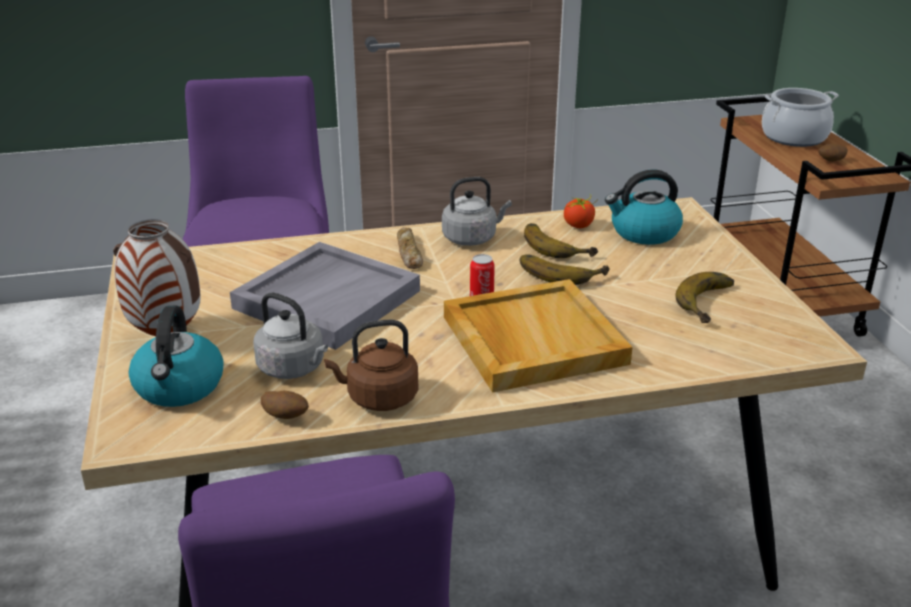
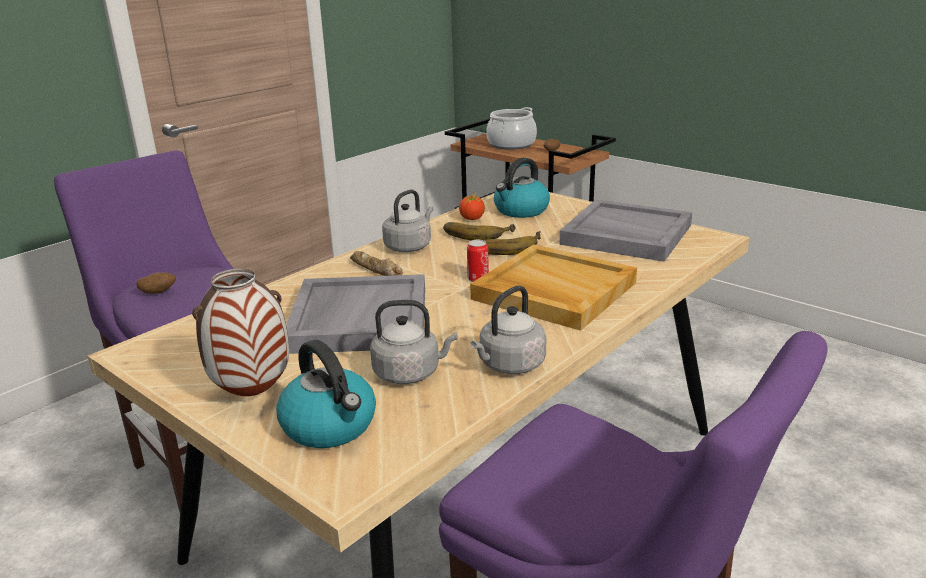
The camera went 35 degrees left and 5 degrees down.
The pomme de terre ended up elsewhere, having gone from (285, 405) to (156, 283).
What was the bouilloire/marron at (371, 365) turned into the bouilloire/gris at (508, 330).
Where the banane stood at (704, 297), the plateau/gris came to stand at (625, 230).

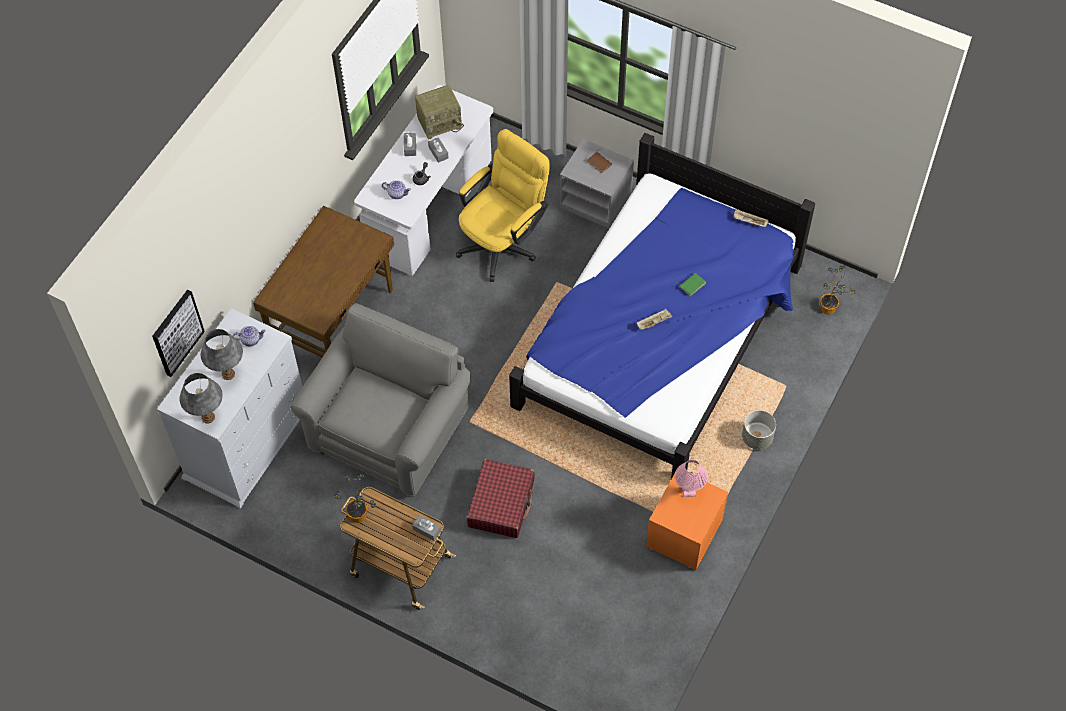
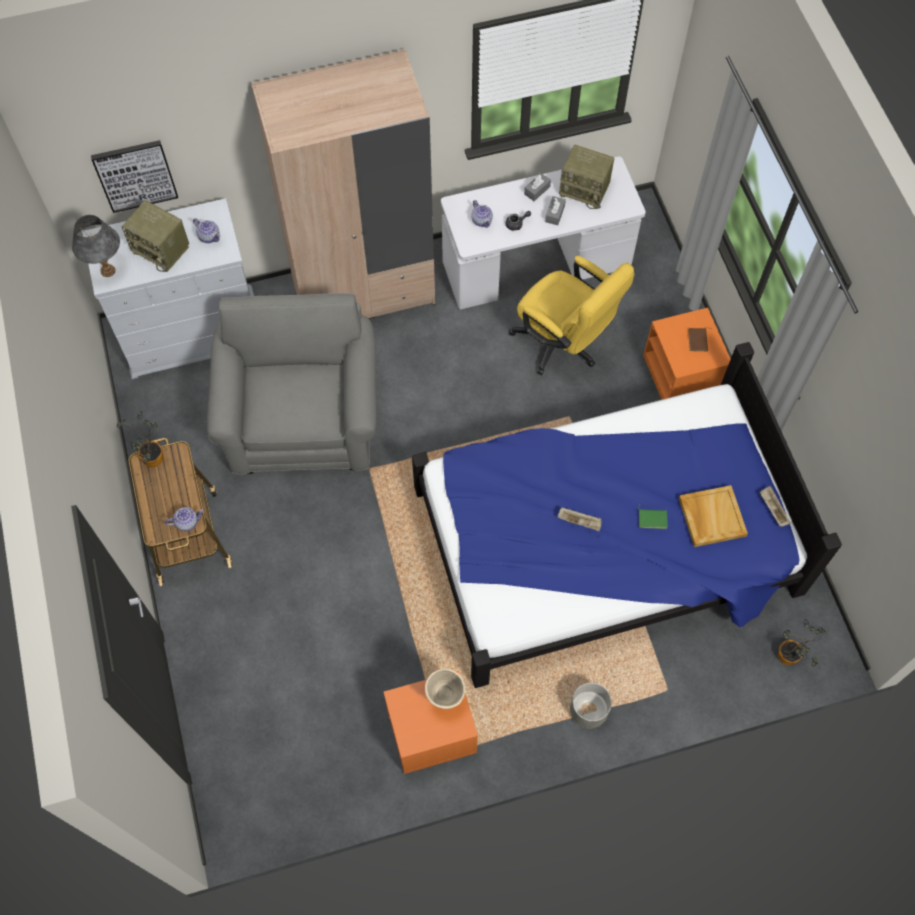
The camera went 45 degrees right and 5 degrees up.
Where the lampe de table/gris stood at (222, 354), the radio came to stand at (155, 236).
Where the boîte à mouchoirs/gris stood at (426, 528), the théière came to stand at (184, 519).
The fauteuil/gris at (381, 399) ended up facing another way, 75 degrees counterclockwise from before.
Where the bureau/marron stood at (323, 281), the armoire/beige came to stand at (343, 184).
Where the lampe de table/rose stood at (691, 478), the vase/beige came to stand at (445, 689).
The chaise de bureau/jaune at (503, 205) ended up facing another way, 45 degrees clockwise from before.
What was the table de chevet/gris at (597, 184) turned into the table de chevet/orange at (687, 354).
The second view gained the plateau/beige at (713, 516).
The second view lost the valise/rouge at (500, 498).

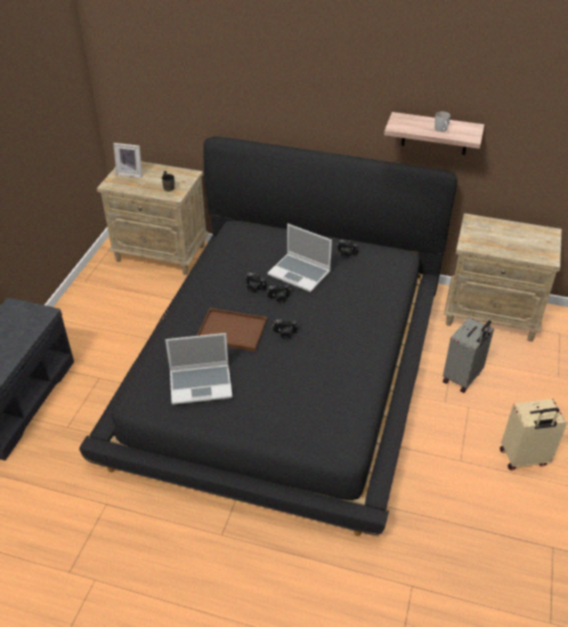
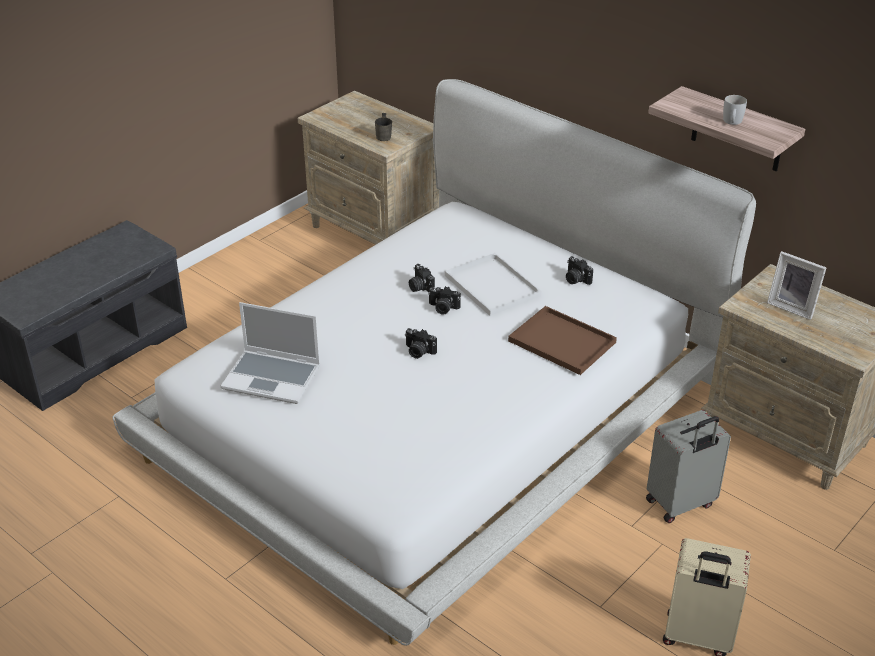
The camera went 25 degrees right and 5 degrees down.
What was the lit/noir at (268, 336) turned into the lit/blanc at (434, 362).
Where the ordinateur portable stood at (299, 258), the plateau/blanc came to stand at (493, 284).
The plateau/marron ended up elsewhere, having gone from (232, 330) to (562, 340).
The cadre photo ended up elsewhere, having gone from (127, 160) to (796, 285).

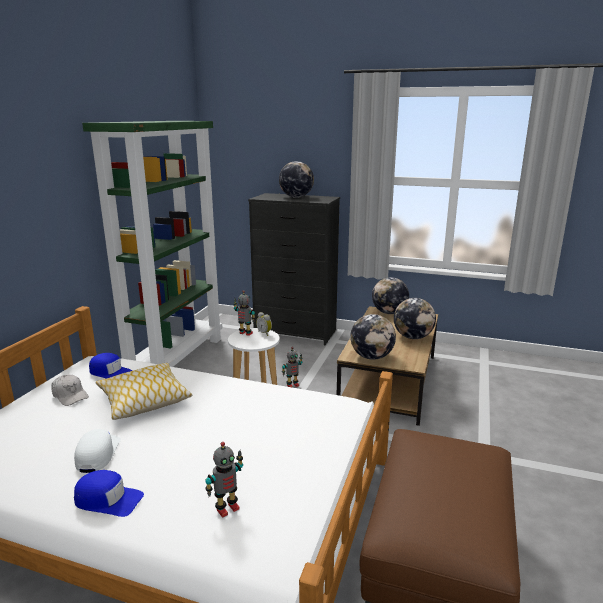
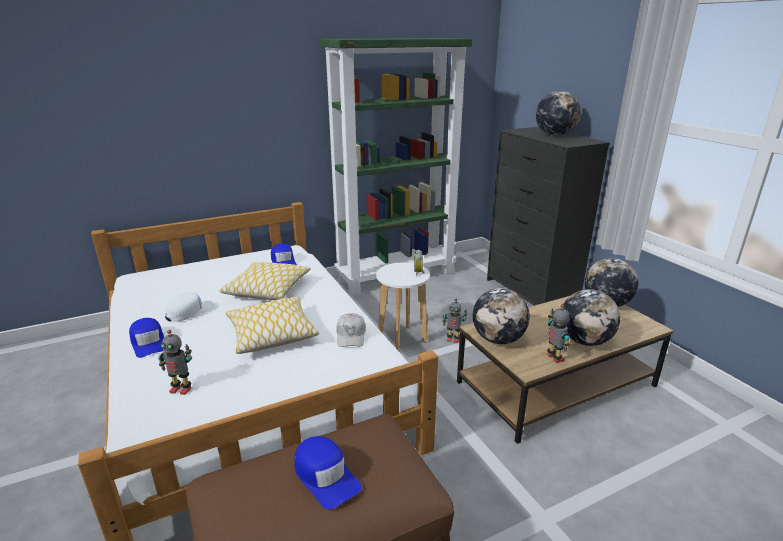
The camera went 45 degrees right and 5 degrees up.
The second view gained the coussin at (272, 325).
The second view gained the casquette/bleu at (328, 473).
The casquette/blanc ended up elsewhere, having gone from (70, 390) to (351, 330).
The robot jouet ended up elsewhere, having gone from (244, 313) to (559, 333).

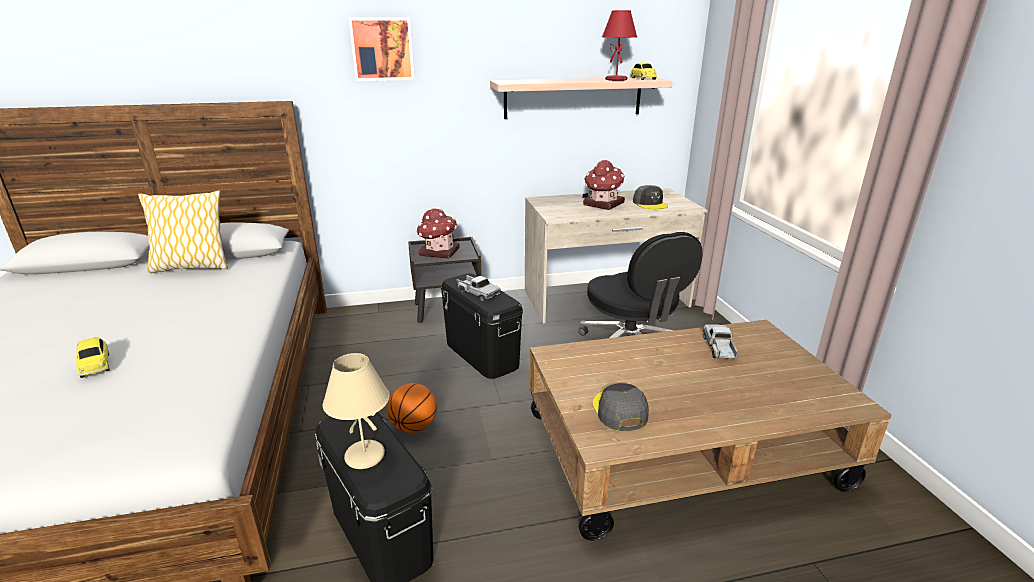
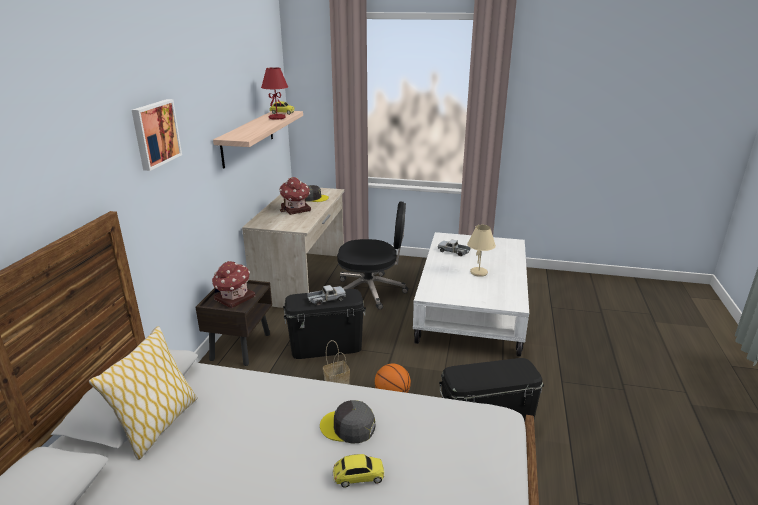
The camera went 65 degrees left and 0 degrees up.
The casquette/gris ended up elsewhere, having gone from (621, 407) to (347, 422).
The second view gained the panier at (336, 362).
What was the table basse/marron at (710, 430) turned into the table basse/blanc at (471, 294).
The lampe de table/beige ended up elsewhere, having gone from (356, 411) to (481, 251).

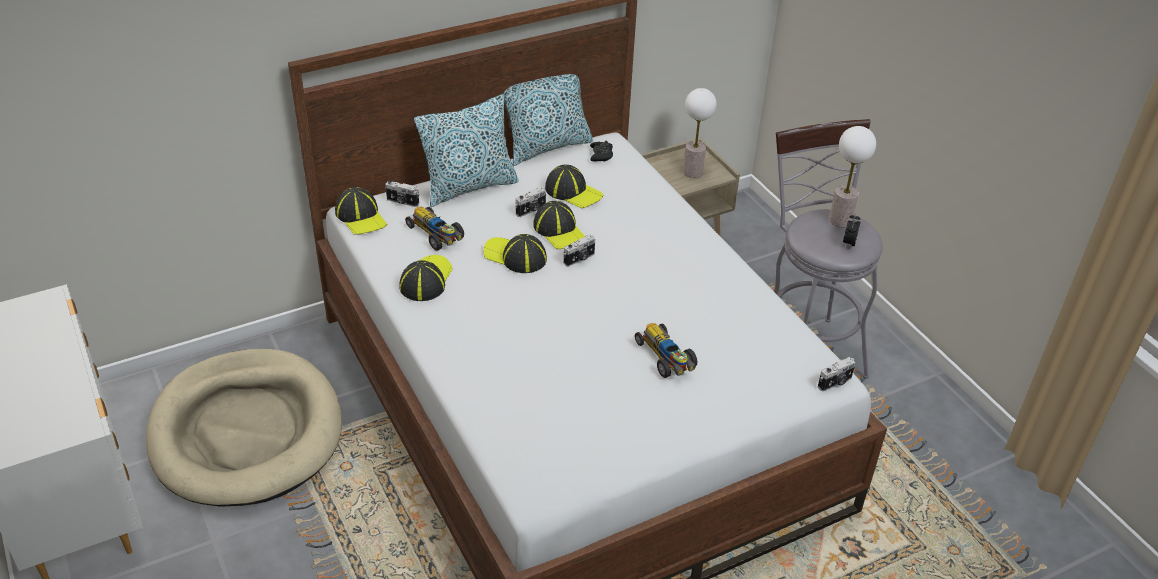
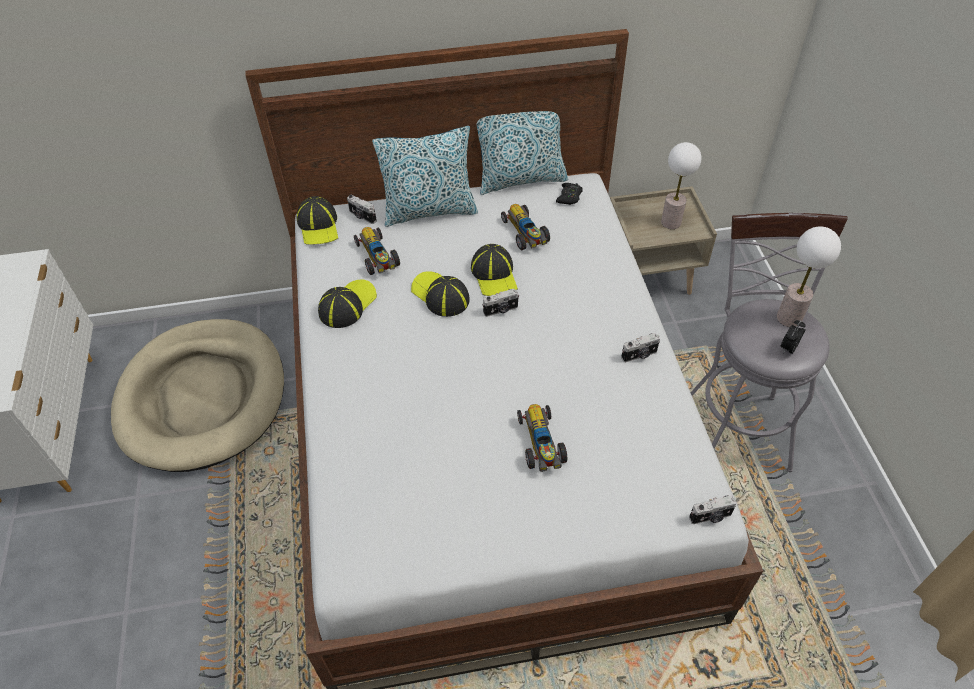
The camera went 20 degrees right and 10 degrees up.
Where the casquette stood at (574, 186), the petite voiture came to stand at (525, 227).
The appareil photo ended up elsewhere, having gone from (531, 202) to (640, 347).

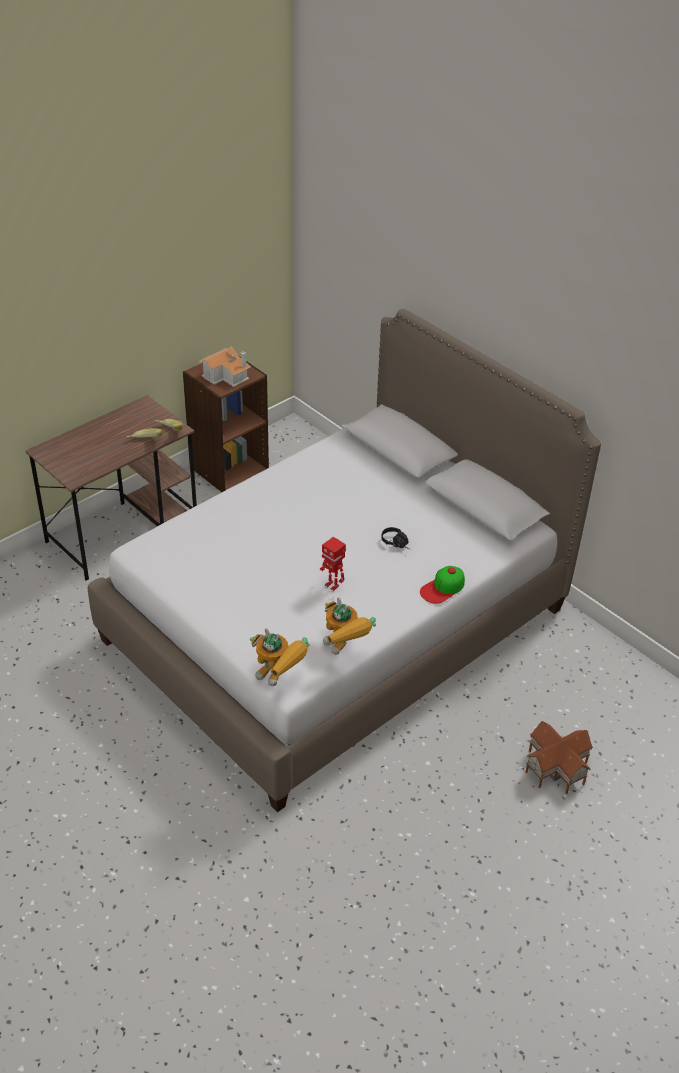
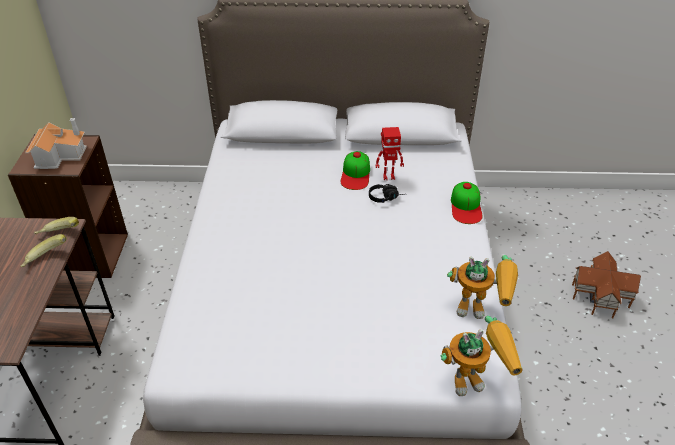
The camera went 45 degrees left and 0 degrees up.
The second view gained the casquette at (355, 170).
The robot jouet ended up elsewhere, having gone from (333, 564) to (390, 153).

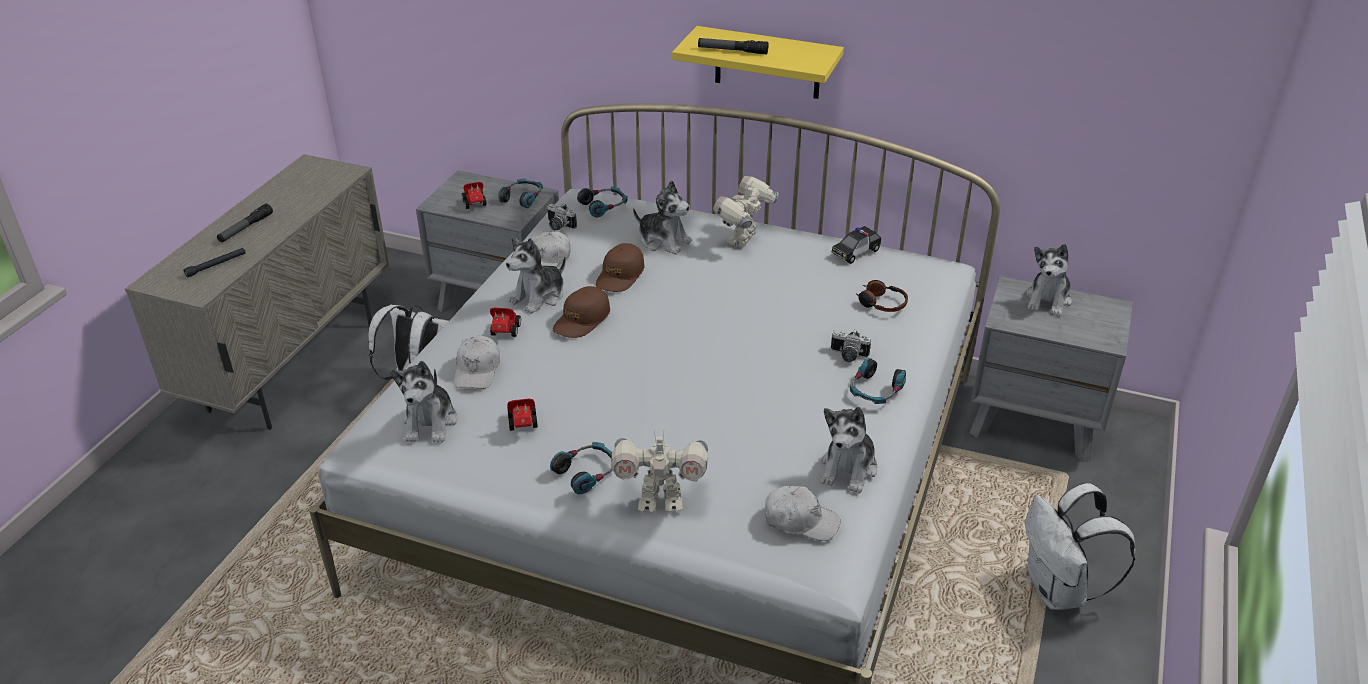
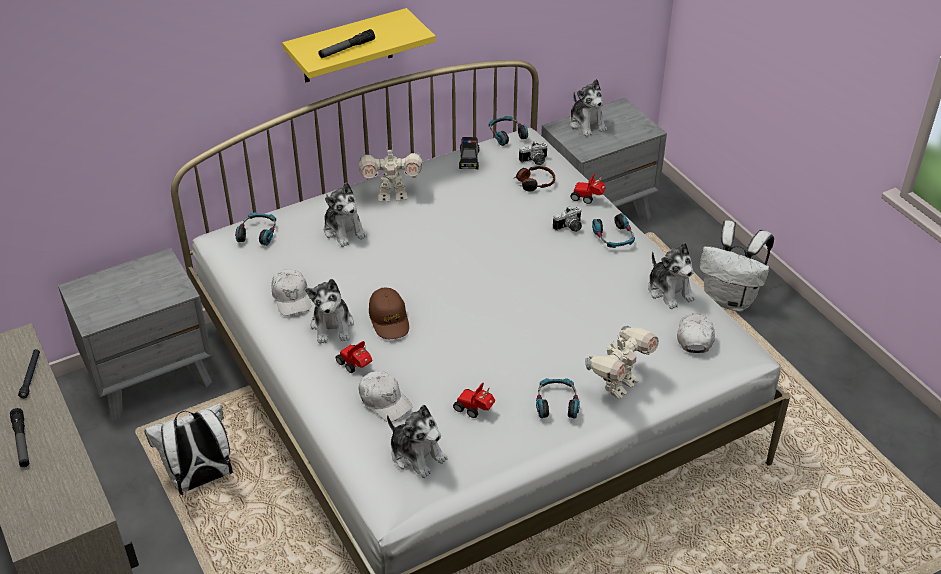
The camera went 50 degrees left and 5 degrees up.
The lampe de poche/noir ended up elsewhere, having gone from (214, 262) to (29, 373).
The peluche at (662, 217) ended up facing another way, 75 degrees clockwise from before.
The robot jouet at (746, 211) ended up facing another way, 75 degrees counterclockwise from before.
The casque audio ended up elsewhere, having gone from (520, 193) to (508, 131).
The appareil photo ended up elsewhere, having gone from (562, 217) to (533, 153).
The petite voiture ended up elsewhere, having gone from (474, 195) to (588, 188).
The casquette/blanc at (803, 513) ended up facing another way, 45 degrees counterclockwise from before.
The second view lost the casquette/marron at (620, 267).

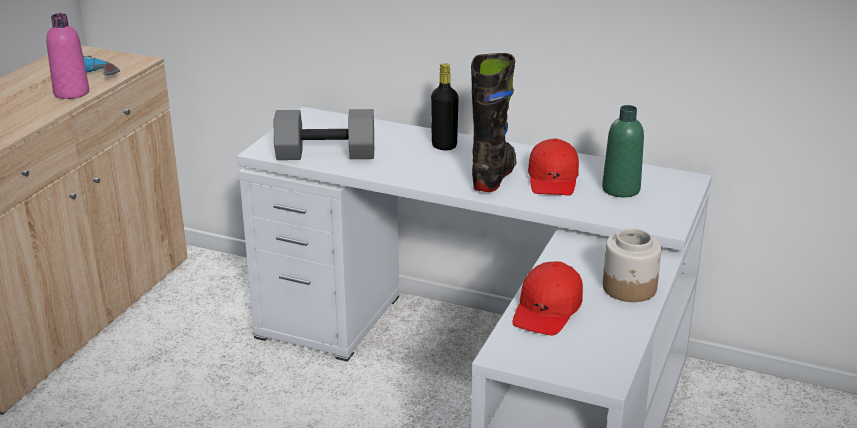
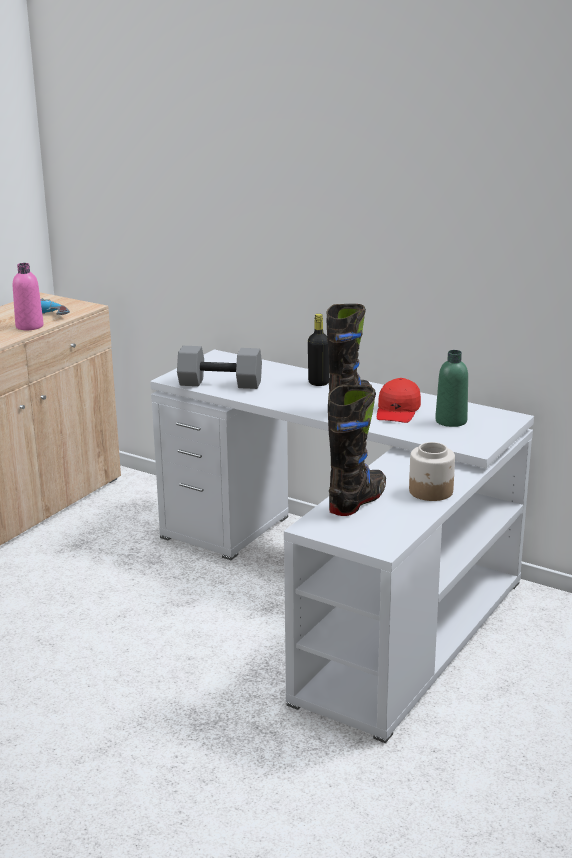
The camera went 10 degrees right and 5 degrees down.
Where the casquette/rouge stood at (547, 298), the botte/noir came to stand at (357, 450).

